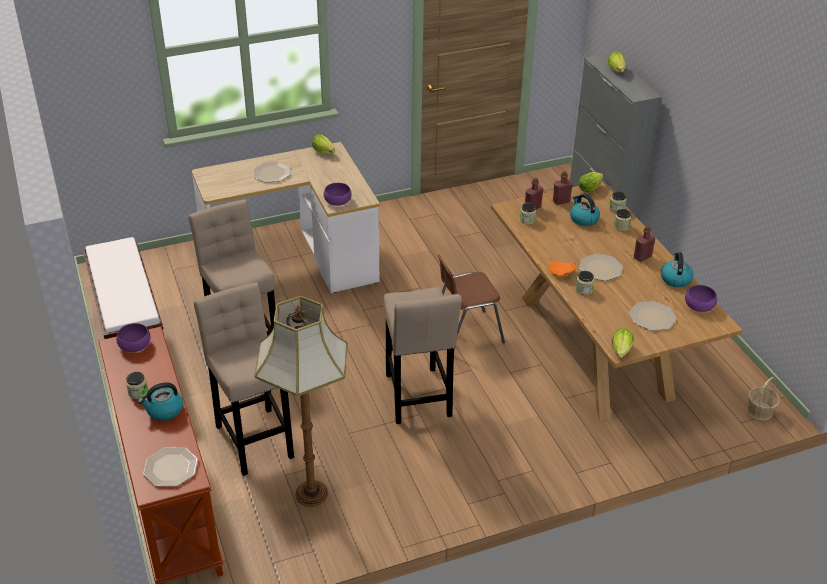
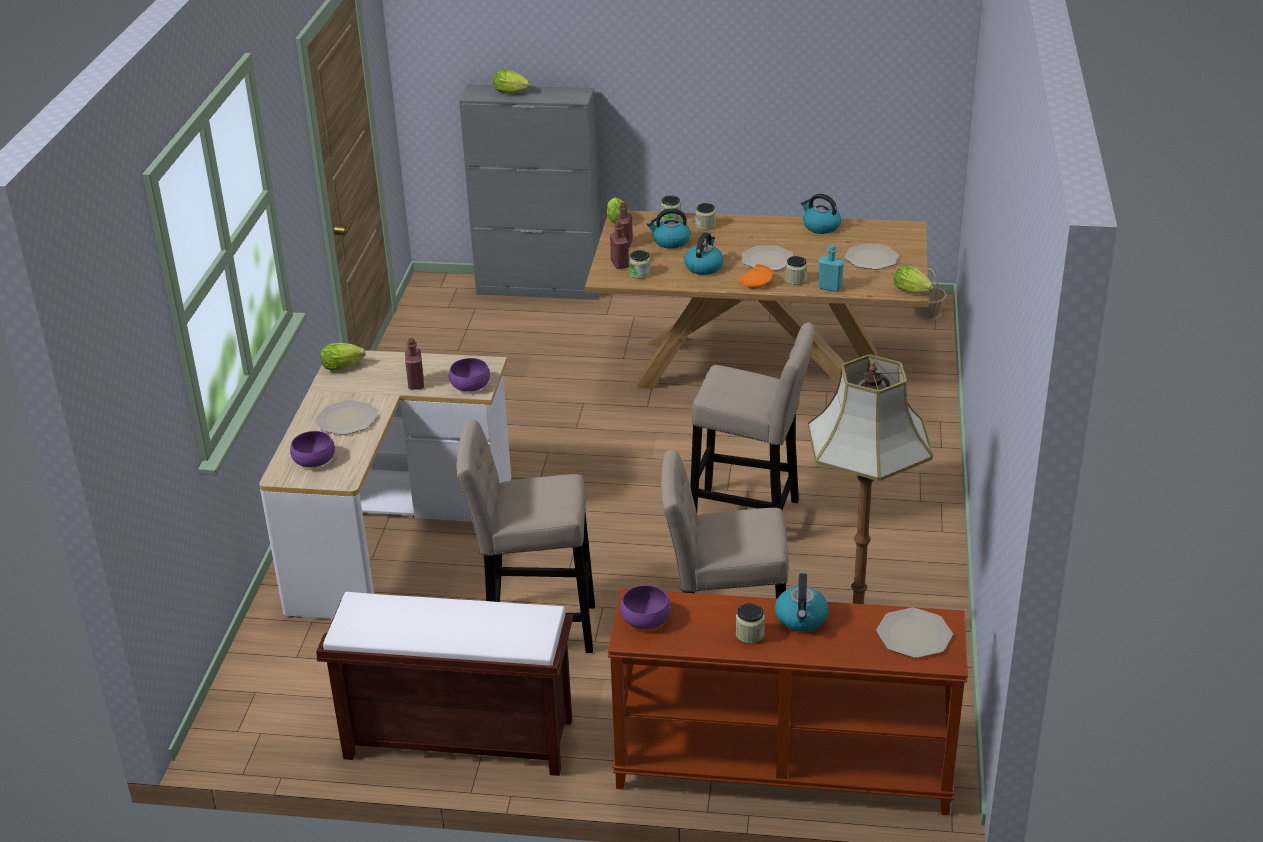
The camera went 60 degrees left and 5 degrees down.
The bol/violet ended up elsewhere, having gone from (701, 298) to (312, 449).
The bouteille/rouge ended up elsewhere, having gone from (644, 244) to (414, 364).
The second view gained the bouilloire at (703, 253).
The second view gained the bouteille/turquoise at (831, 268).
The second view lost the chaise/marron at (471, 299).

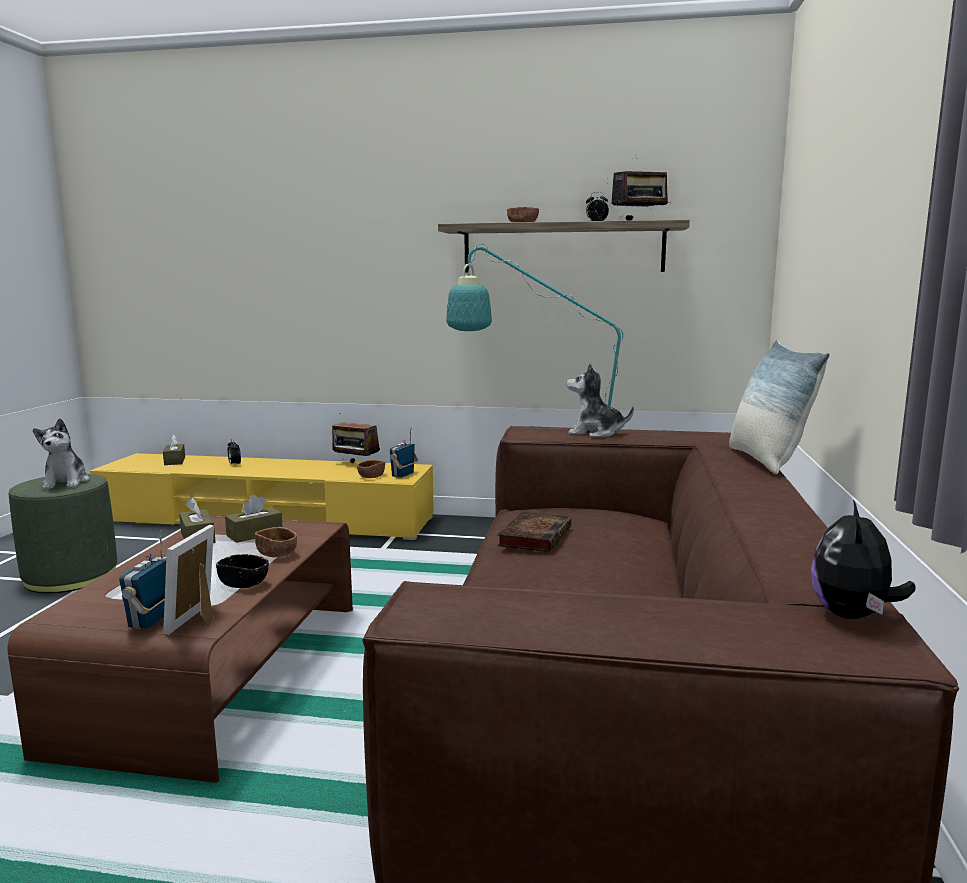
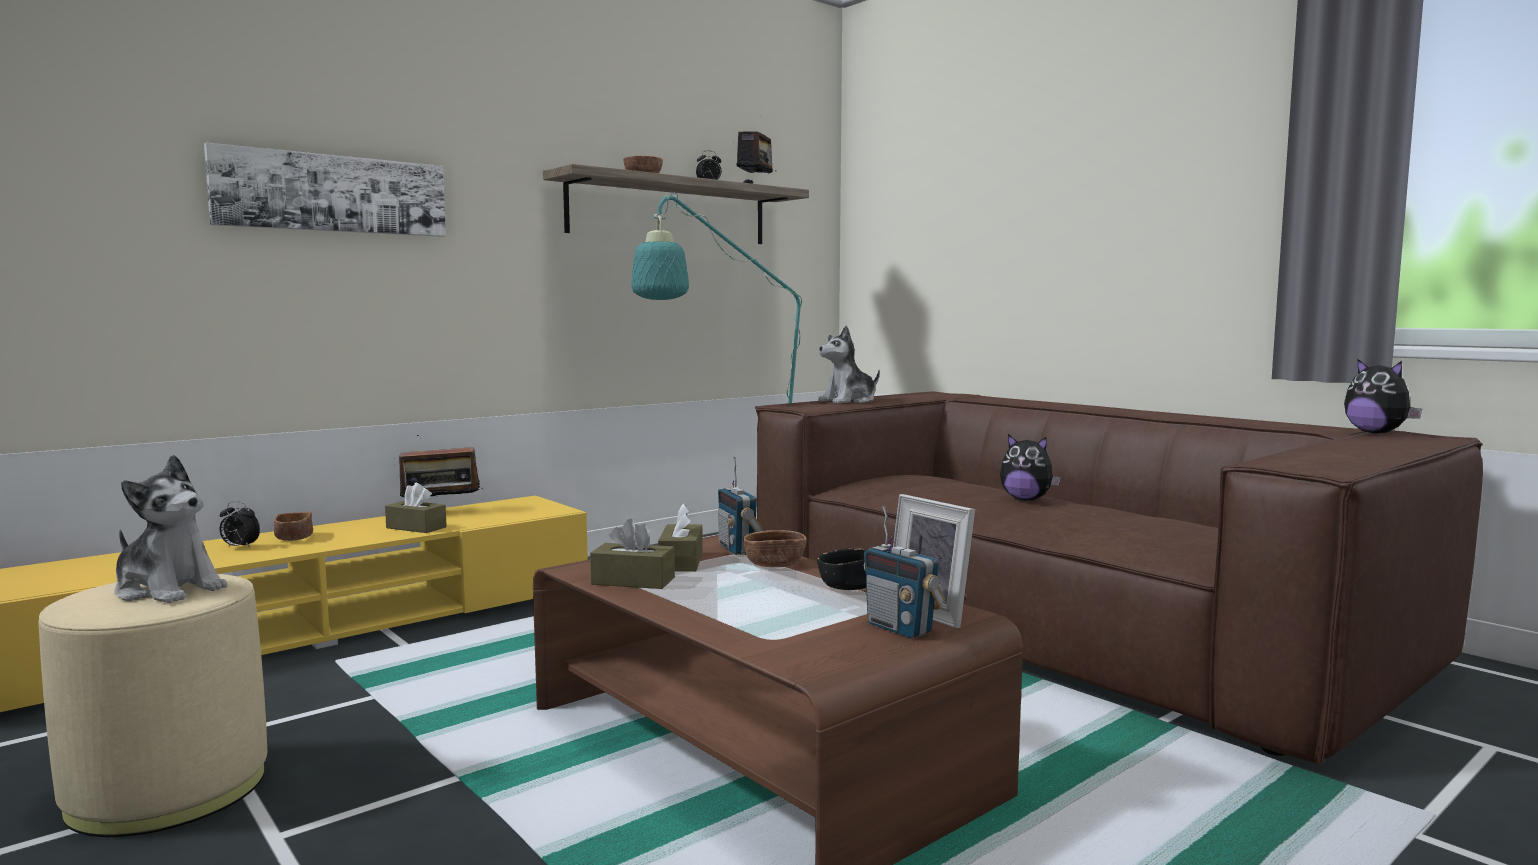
The camera went 50 degrees left and 5 degrees down.
What was the pouf/vert at (63, 533) turned into the pouf/beige at (152, 705).
The second view gained the tableau at (325, 190).
The bol/marron ended up elsewhere, having gone from (371, 469) to (293, 526).
The boîte à mouchoirs/marron ended up elsewhere, having gone from (174, 450) to (416, 508).
The radio ended up elsewhere, having gone from (404, 453) to (741, 506).
The second view gained the peluche at (1030, 467).
The second view lost the livre at (534, 532).
The second view lost the coussin at (779, 407).

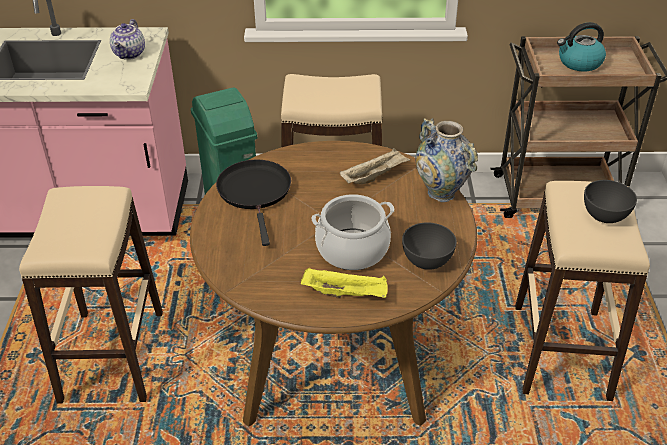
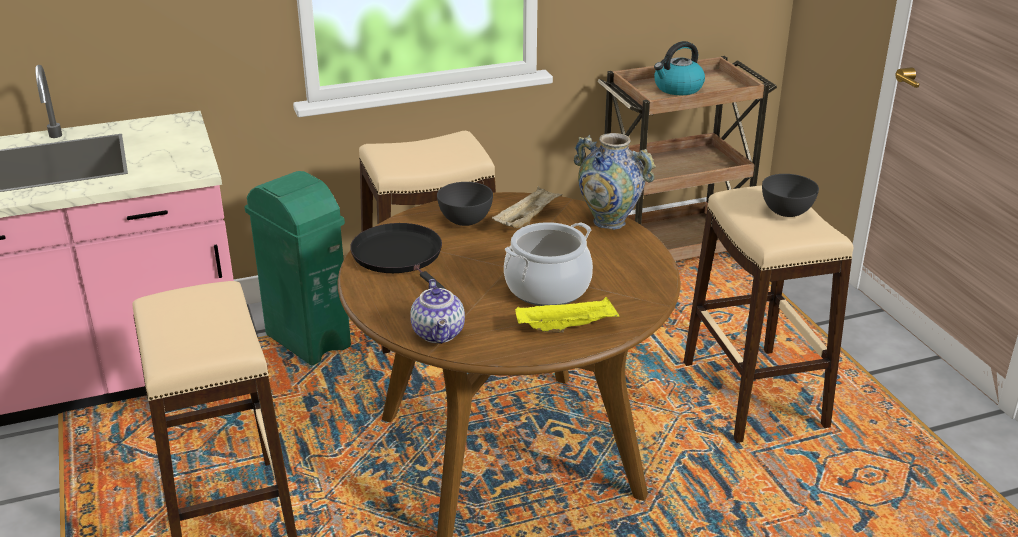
The camera went 20 degrees left and 10 degrees down.
The théière ended up elsewhere, having gone from (127, 39) to (437, 311).
The bol/gris ended up elsewhere, having gone from (429, 246) to (465, 204).

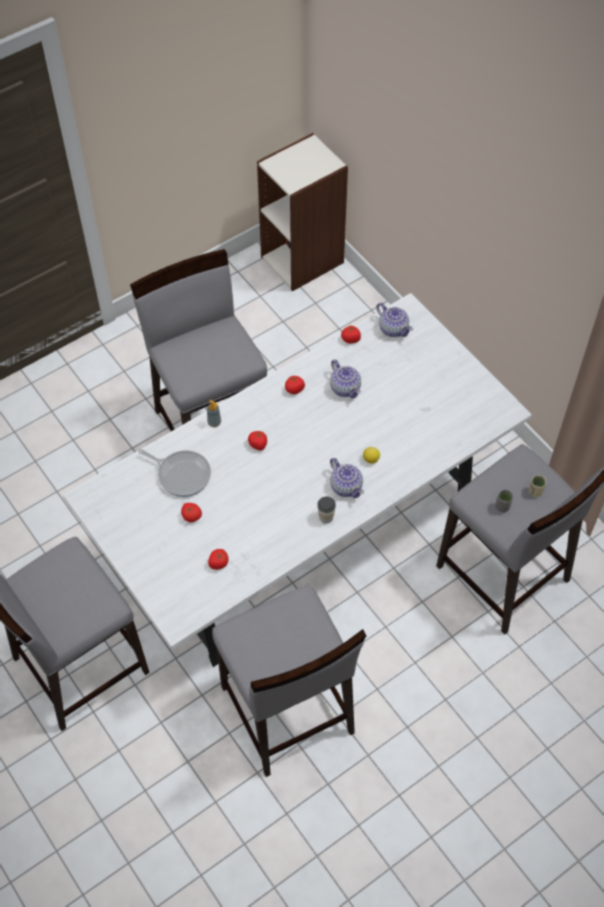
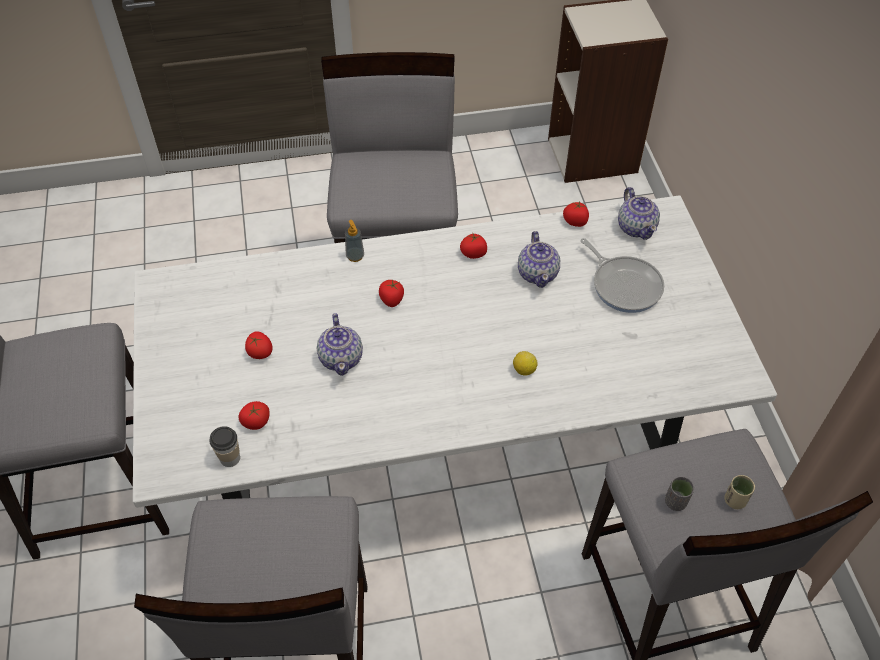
The camera went 25 degrees right and 5 degrees down.
The tasse ended up elsewhere, having gone from (326, 510) to (224, 446).
The théière ended up elsewhere, having gone from (347, 478) to (340, 344).
The poêle ended up elsewhere, having gone from (174, 473) to (622, 275).

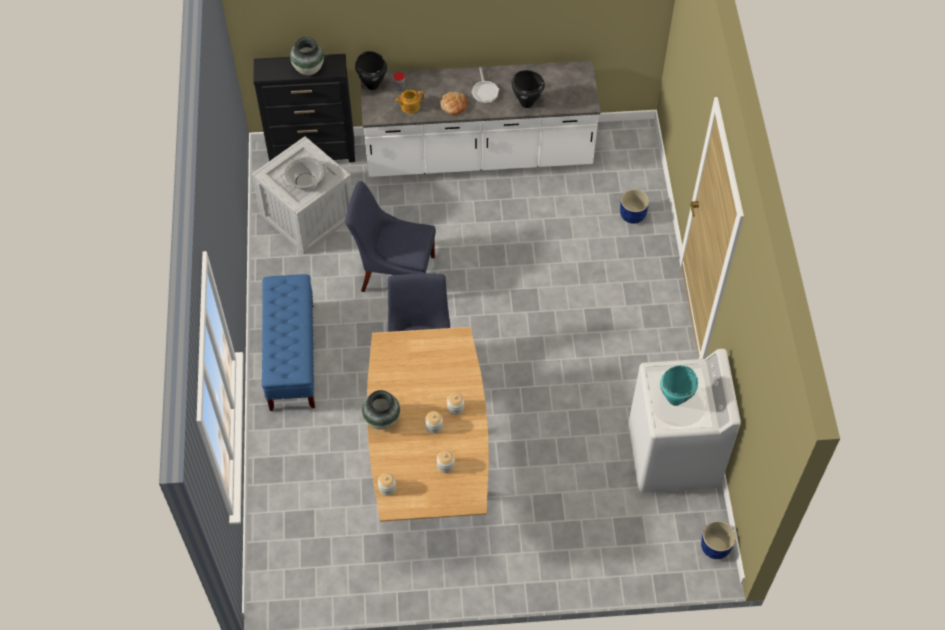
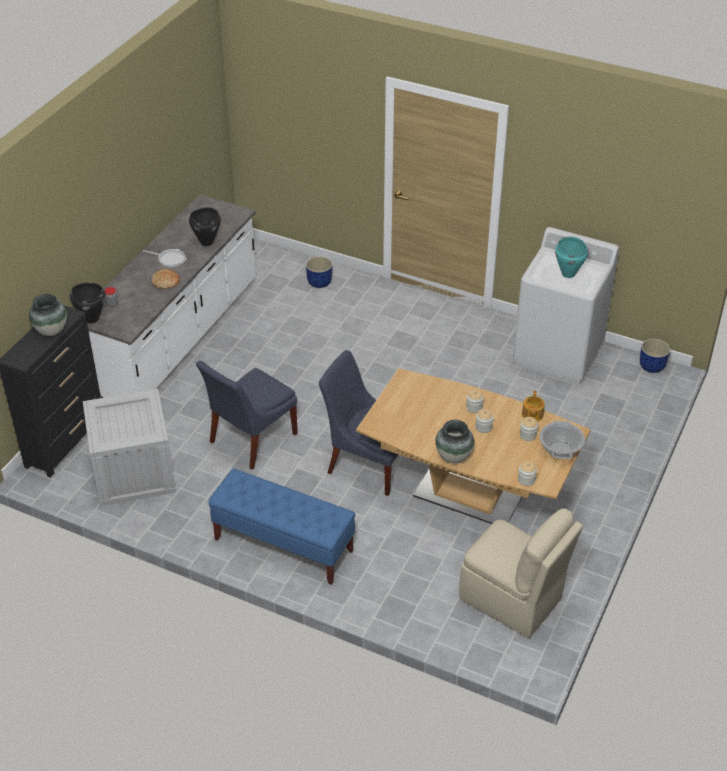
The camera went 60 degrees left and 15 degrees down.
The second view gained the chaise/beige at (521, 573).
The théière ended up elsewhere, having gone from (409, 102) to (533, 406).
The marmite ended up elsewhere, having gone from (304, 173) to (562, 440).

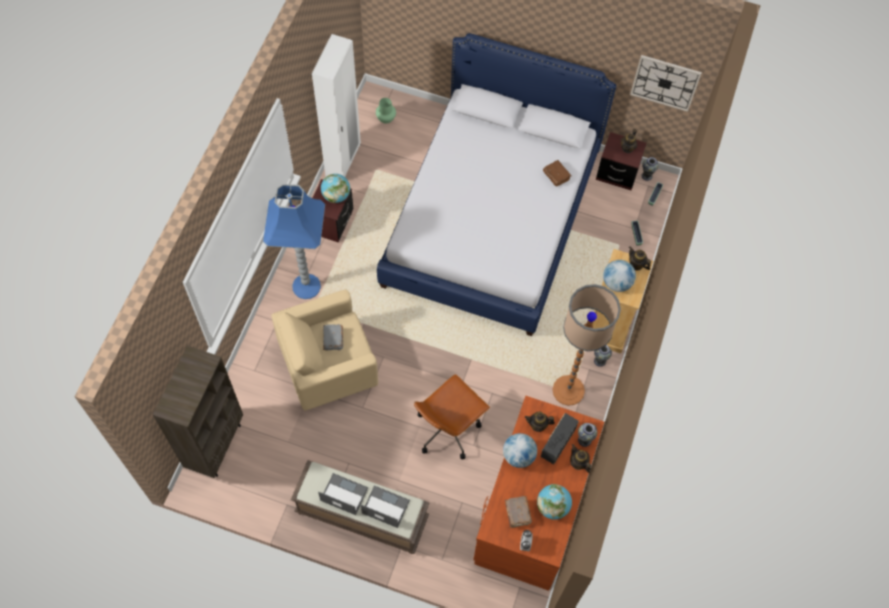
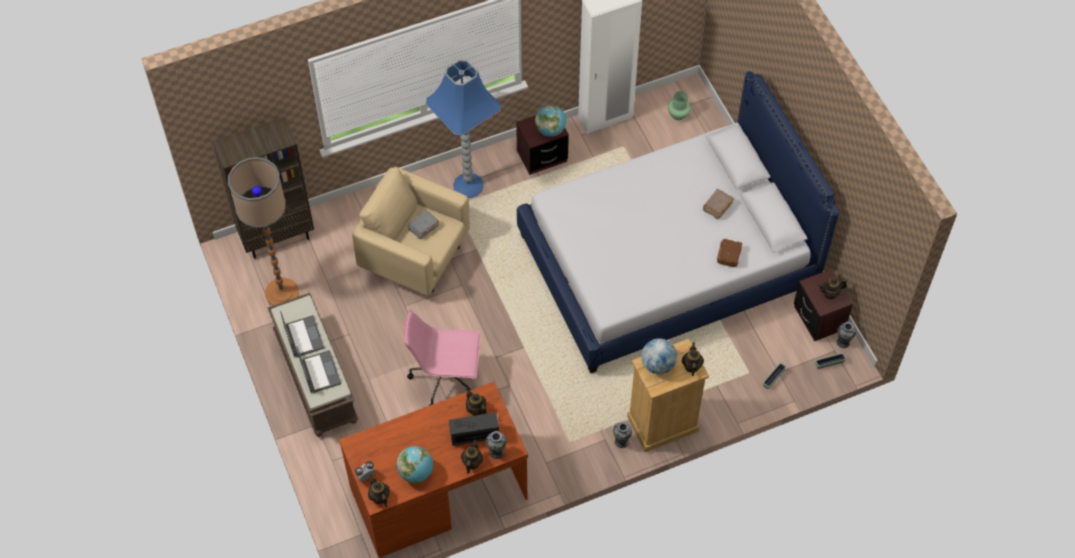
The camera went 50 degrees right and 5 degrees down.
The lampadaire ended up elsewhere, having gone from (586, 345) to (263, 231).
The second view gained the théière at (379, 491).
What was the chaise de bureau/marron at (452, 416) turned into the chaise de bureau/rose at (442, 358).
The livre/marron ended up elsewhere, having gone from (518, 512) to (718, 204).
The second view lost the globe at (520, 450).
The second view lost the horloge murale at (666, 83).

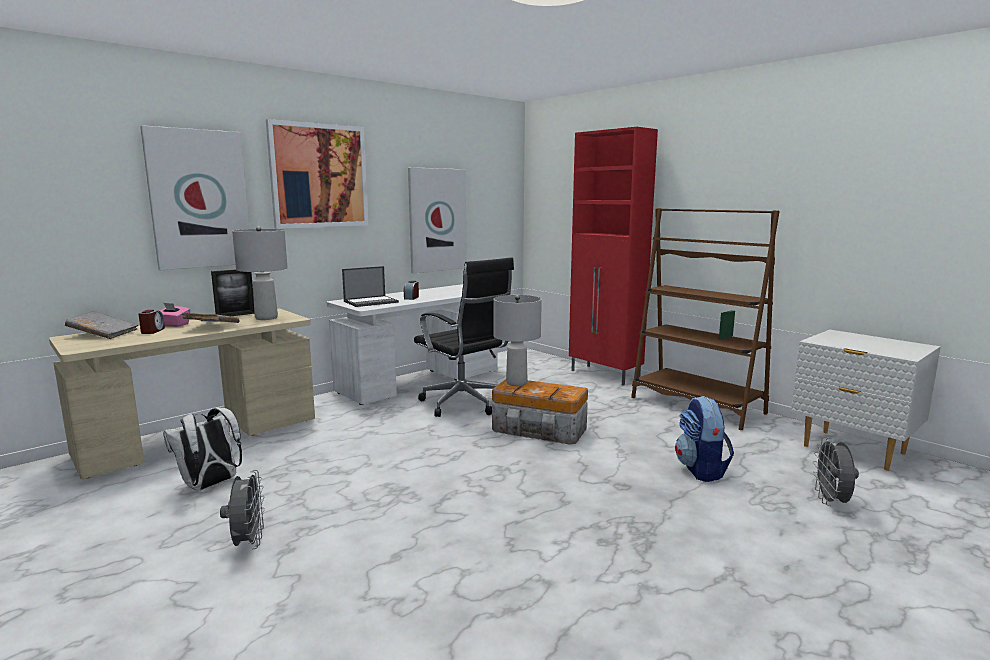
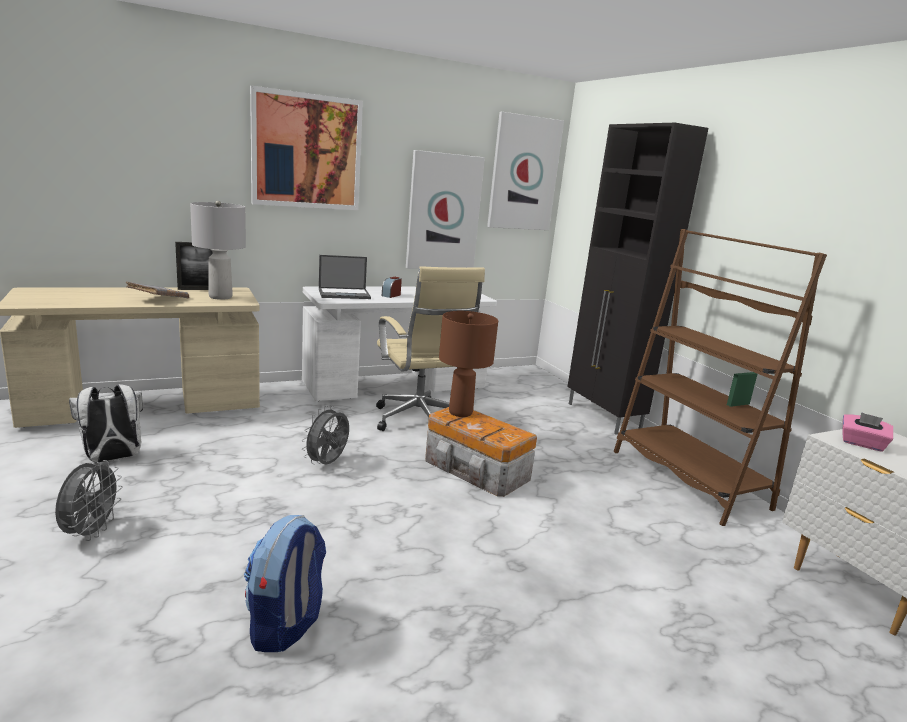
The camera went 15 degrees right and 5 degrees up.
The sac à dos ended up elsewhere, having gone from (704, 439) to (285, 583).
The ventilateur/gris ended up elsewhere, having gone from (836, 471) to (325, 435).
What was the chaise de bureau/noir at (464, 337) turned into the chaise de bureau/beige at (430, 349).
What was the lampe de table/gris at (517, 340) turned into the lampe de table/marron at (468, 364).
The tableau ended up elsewhere, having gone from (195, 197) to (525, 171).
What was the meuble de rangement/rouge at (613, 256) turned into the meuble de rangement/noir at (637, 278).
The boîte à mouchoirs/rose ended up elsewhere, having gone from (175, 315) to (868, 432).
The second view lost the livre/gris at (101, 325).
The second view lost the réveil at (151, 322).

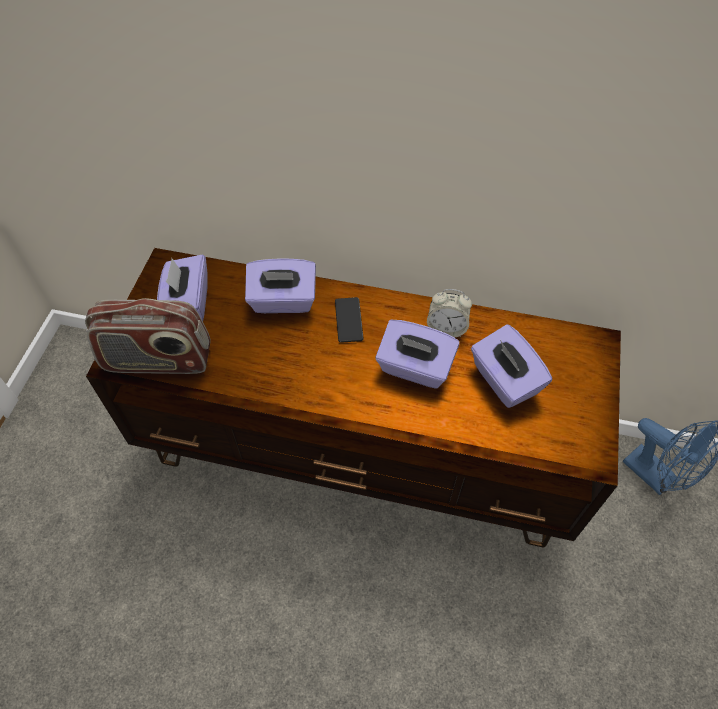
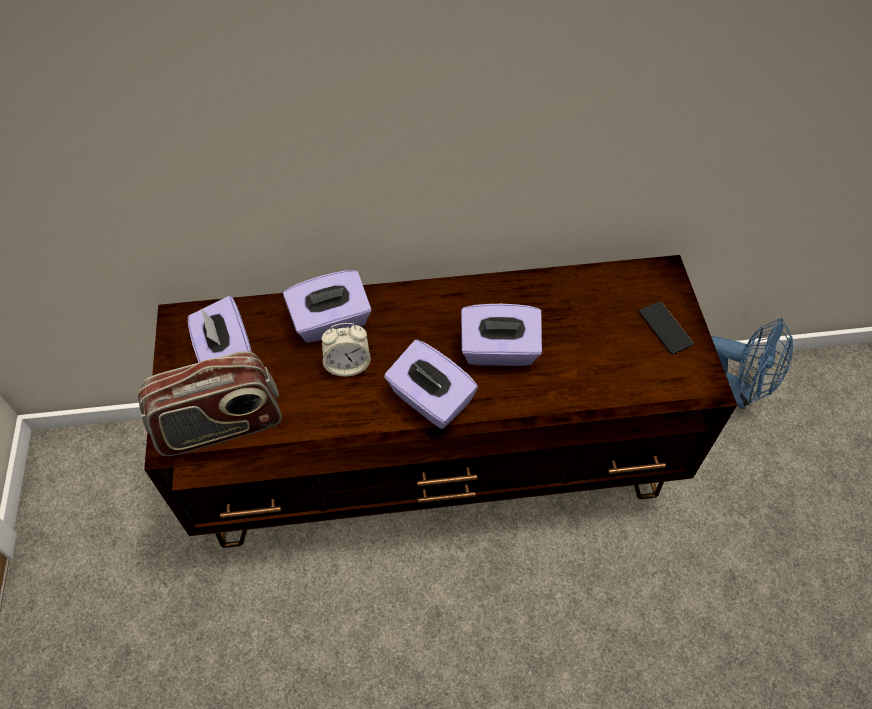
The camera went 20 degrees left and 0 degrees up.
The réveil ended up elsewhere, having gone from (449, 313) to (346, 350).
The boîte à mouchoirs/violet ended up elsewhere, having gone from (511, 366) to (431, 384).
The téléphone ended up elsewhere, having gone from (349, 320) to (666, 327).

